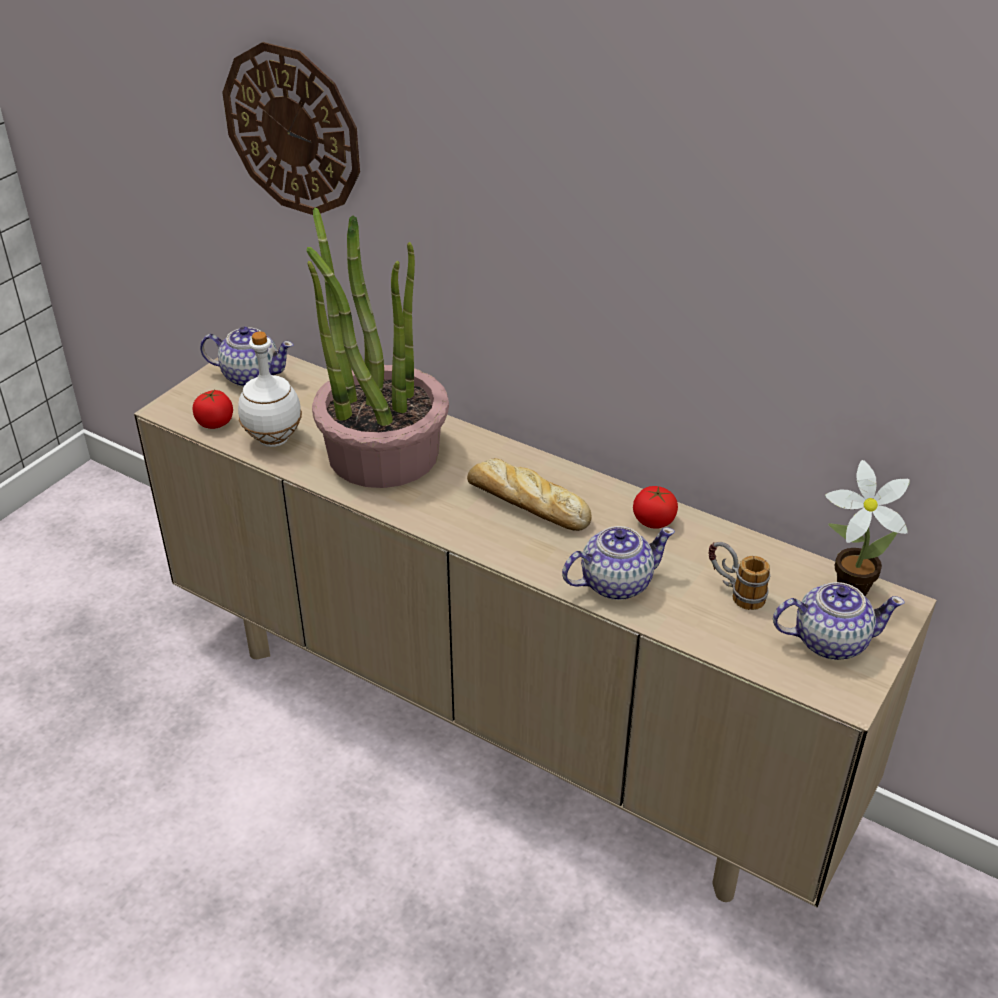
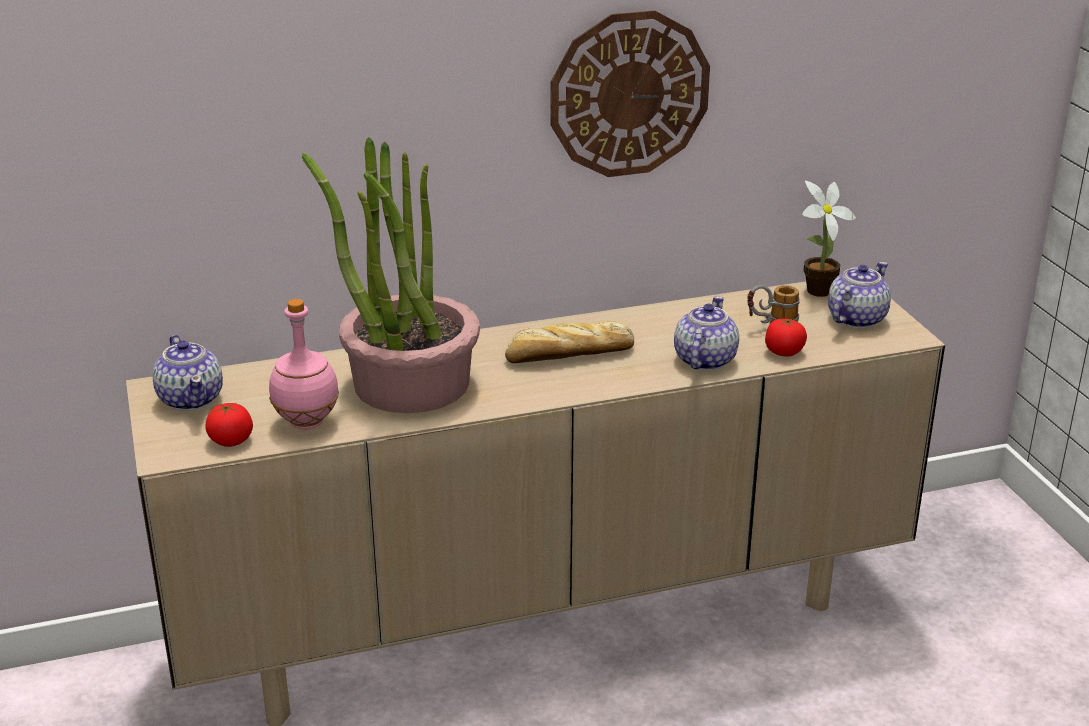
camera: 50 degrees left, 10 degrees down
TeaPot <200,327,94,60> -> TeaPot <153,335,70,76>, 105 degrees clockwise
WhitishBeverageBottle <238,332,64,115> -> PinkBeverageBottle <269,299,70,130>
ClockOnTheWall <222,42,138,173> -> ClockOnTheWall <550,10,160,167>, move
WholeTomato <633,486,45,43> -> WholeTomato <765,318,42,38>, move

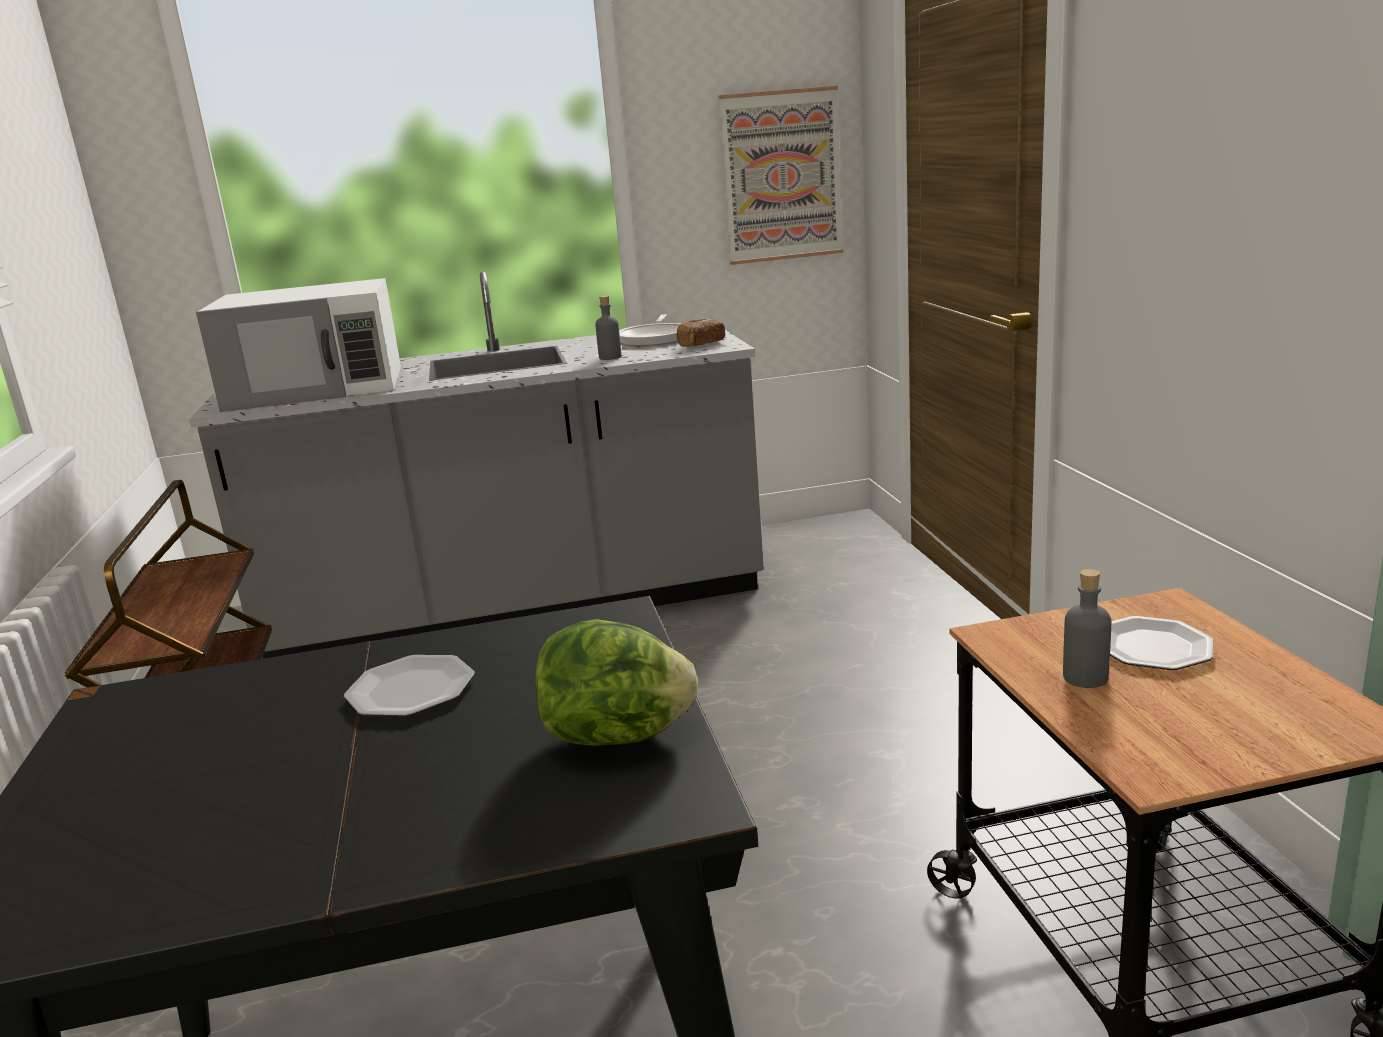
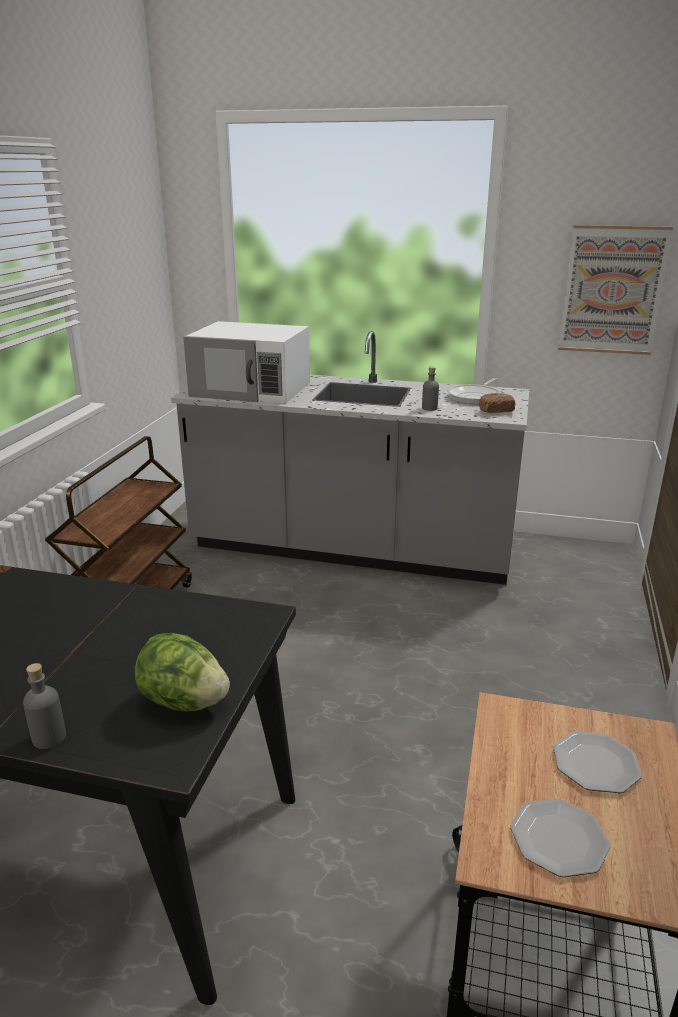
camera: 25 degrees right, 5 degrees up
GrayBeverageBottle <1063,569,48,119> -> GrayBeverageBottle <23,663,43,86>, move
DinnerPlate <344,655,131,62> -> DinnerPlate <510,798,101,79>, move

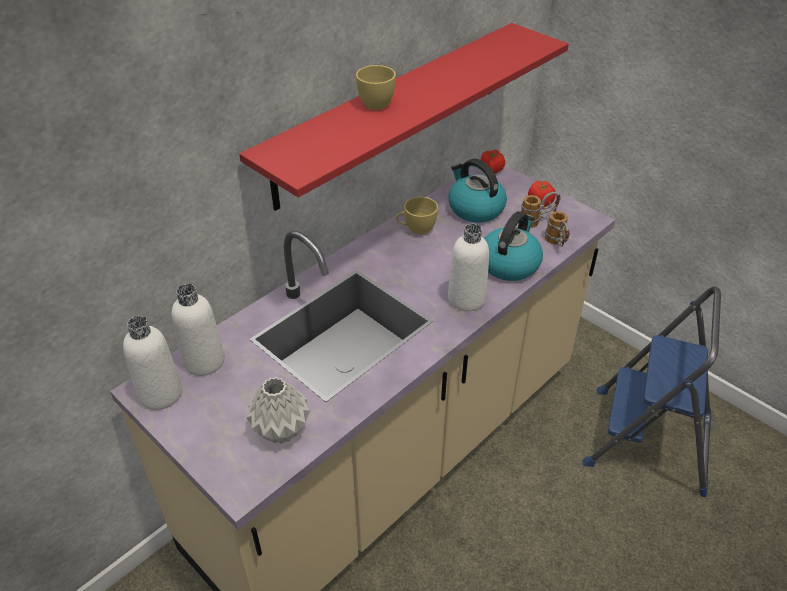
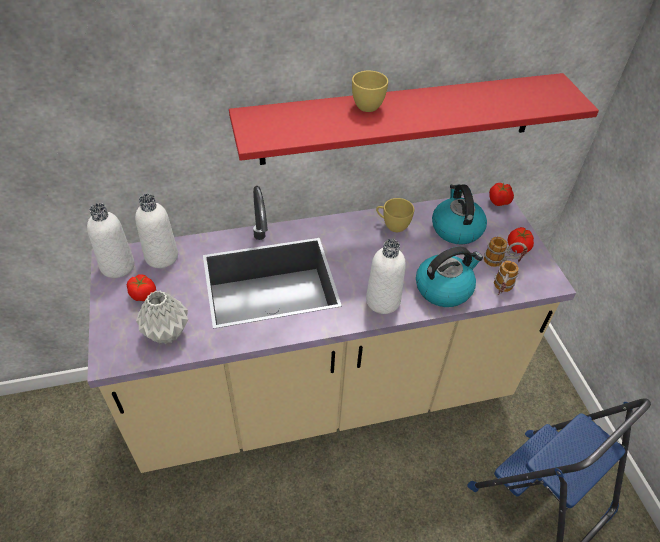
camera: 30 degrees right, 5 degrees up
none -> WholeTomato <127,274,29,27>

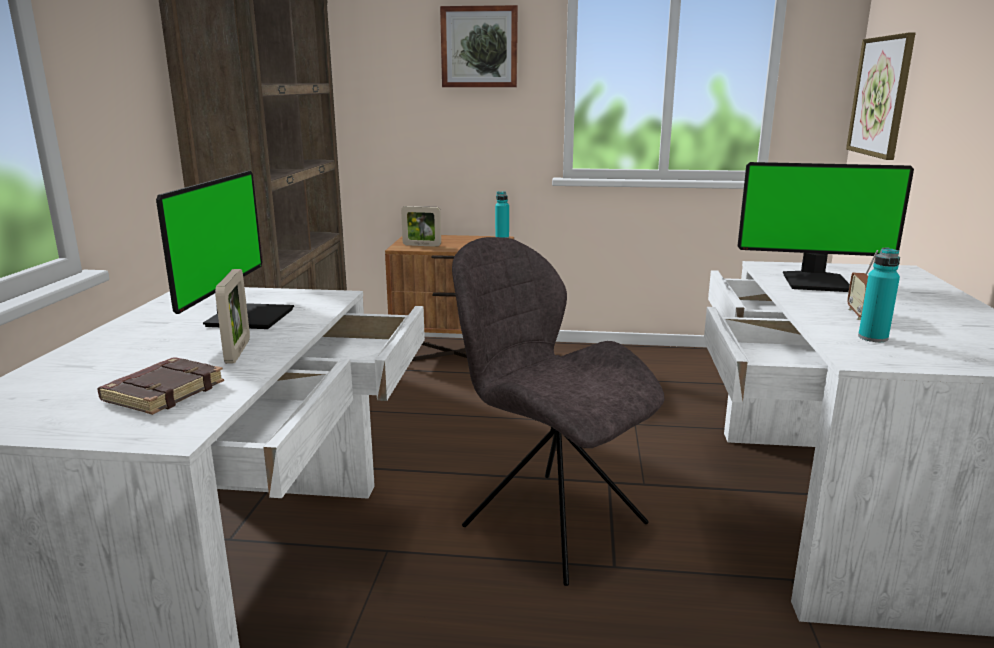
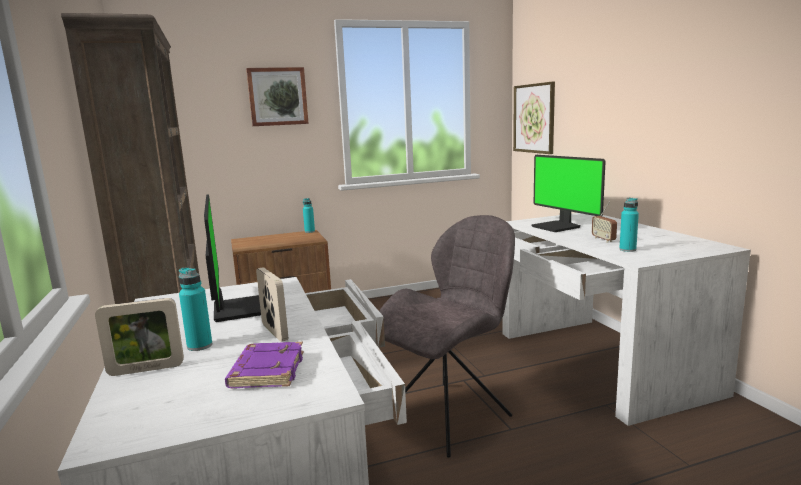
camera: 25 degrees left, 5 degrees down
StandingFrame <401,206,40,41> -> StandingFrame <95,298,89,78>, move
none -> TurquoiseBeverageBottle <179,268,33,83>
BrownColouredVolume <98,357,126,58> -> PurpleVolume <225,342,79,47>
GrayUprightChair <452,237,212,349> -> GrayUprightChair <379,215,136,243>, 120 degrees clockwise
Monitor <738,162,176,130> -> Monitor <531,155,75,77>, 75 degrees clockwise

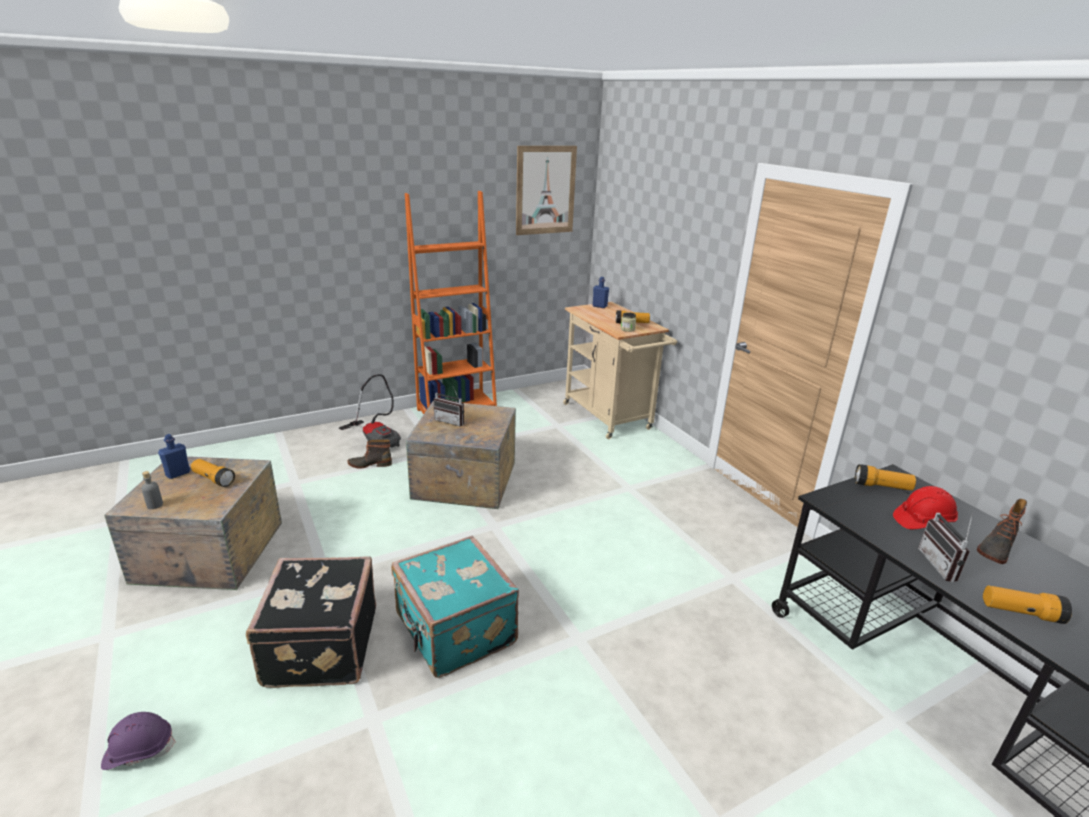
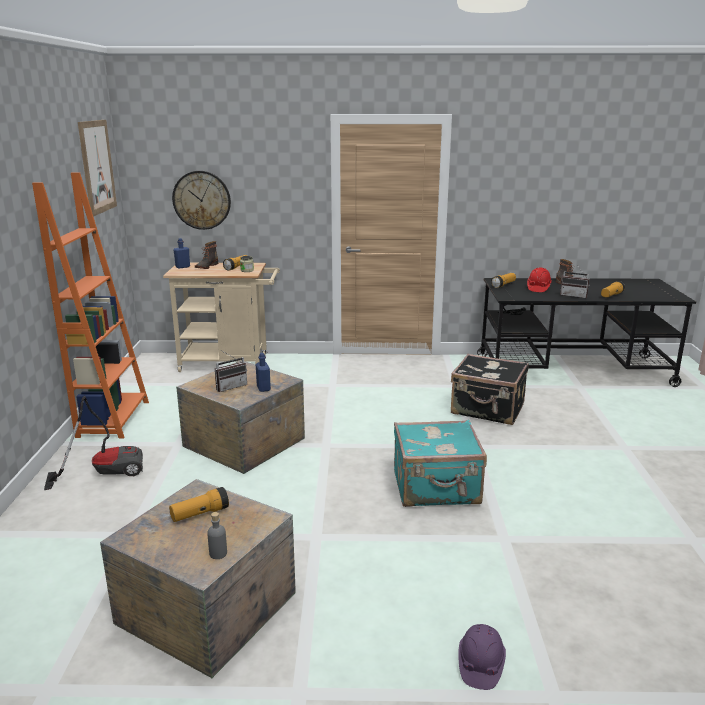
camera: 60 degrees left, 5 degrees down
none -> ClockOnTheWall <172,171,59,59>
Boot <348,439,44,30> -> Boot <195,241,23,28>, move
BluishBeverageBottle <158,434,32,45> -> BluishBeverageBottle <256,353,15,39>, move
BlackColouredTravelCase <246,557,130,131> -> BlackColouredTravelCase <451,353,78,72>, move

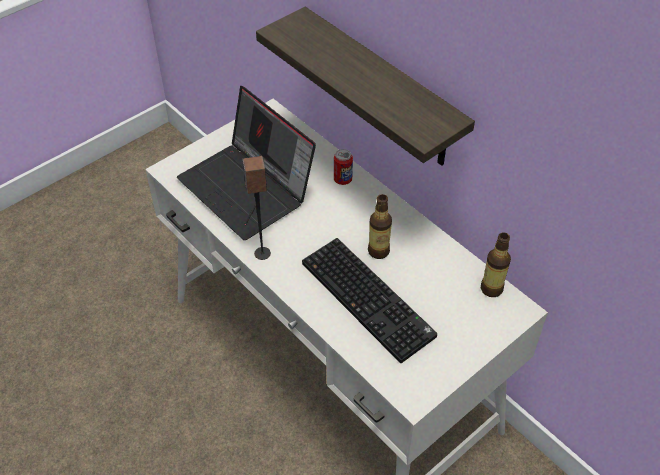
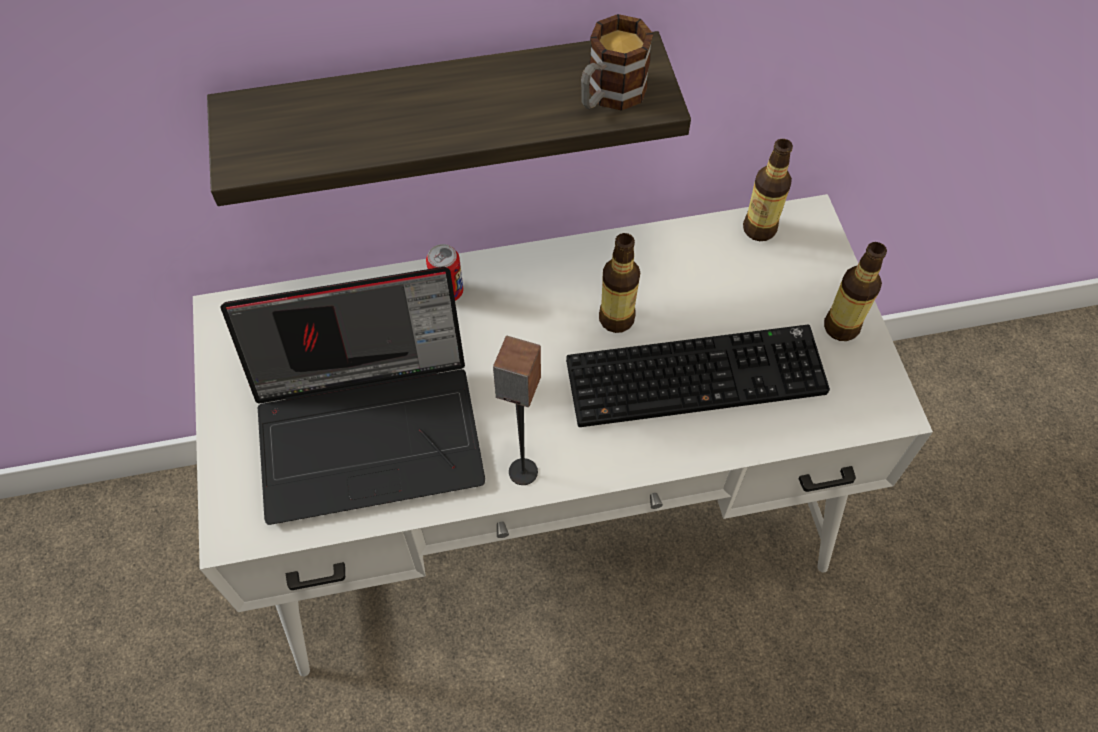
camera: 60 degrees left, 10 degrees up
none -> CoffeeMug <581,14,72,97>
none -> BeverageBottle <824,242,63,99>

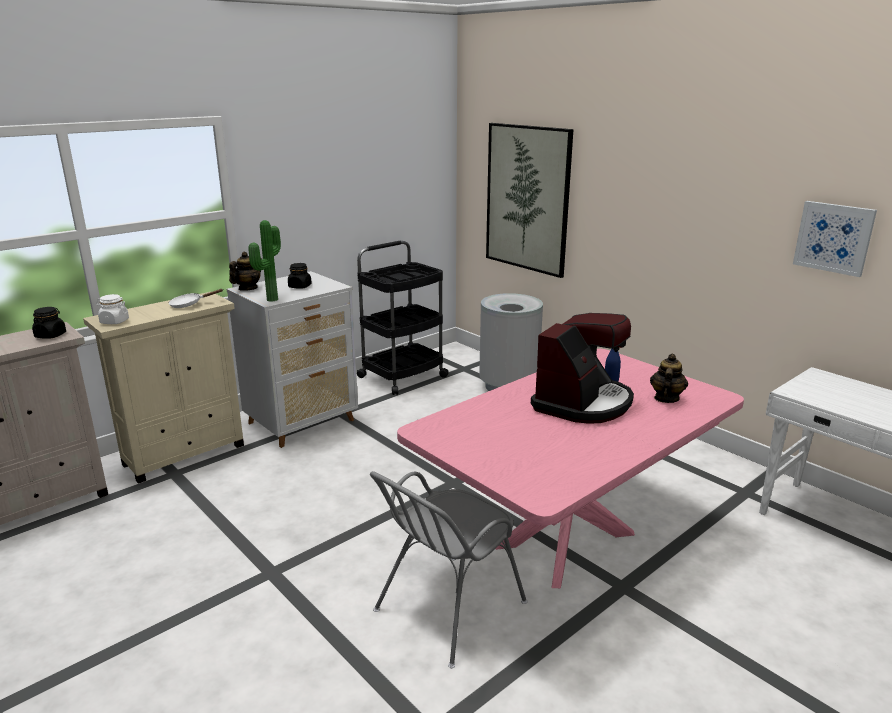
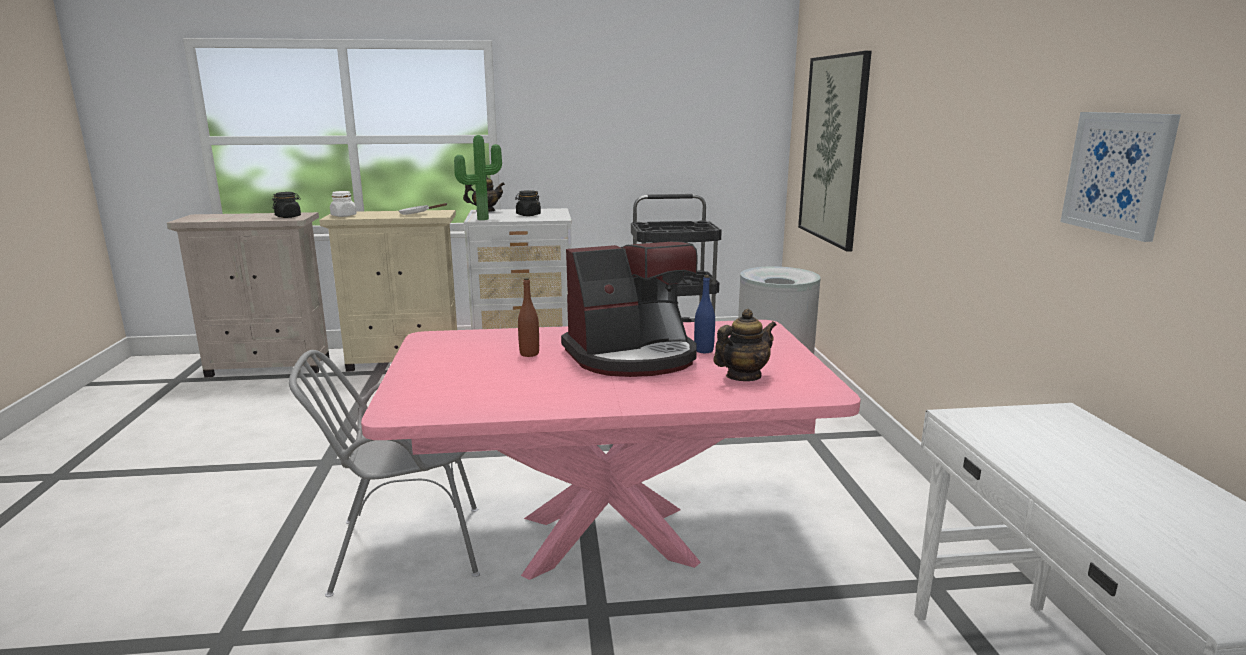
camera: 35 degrees right, 5 degrees down
none -> BrownColouredBeverageBottle <518,278,21,79>

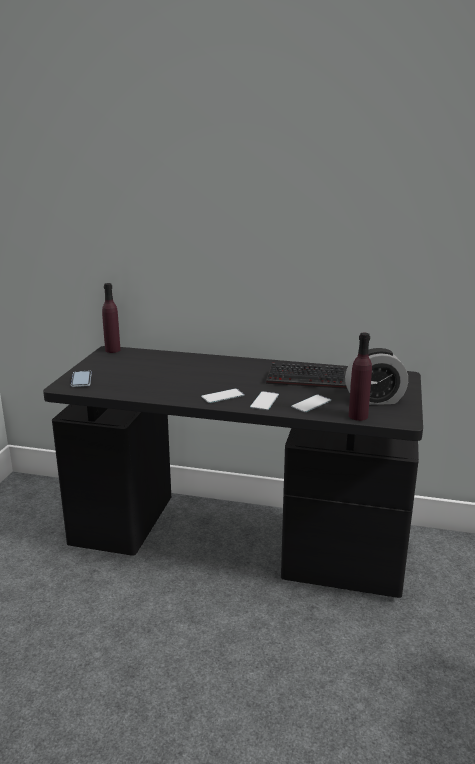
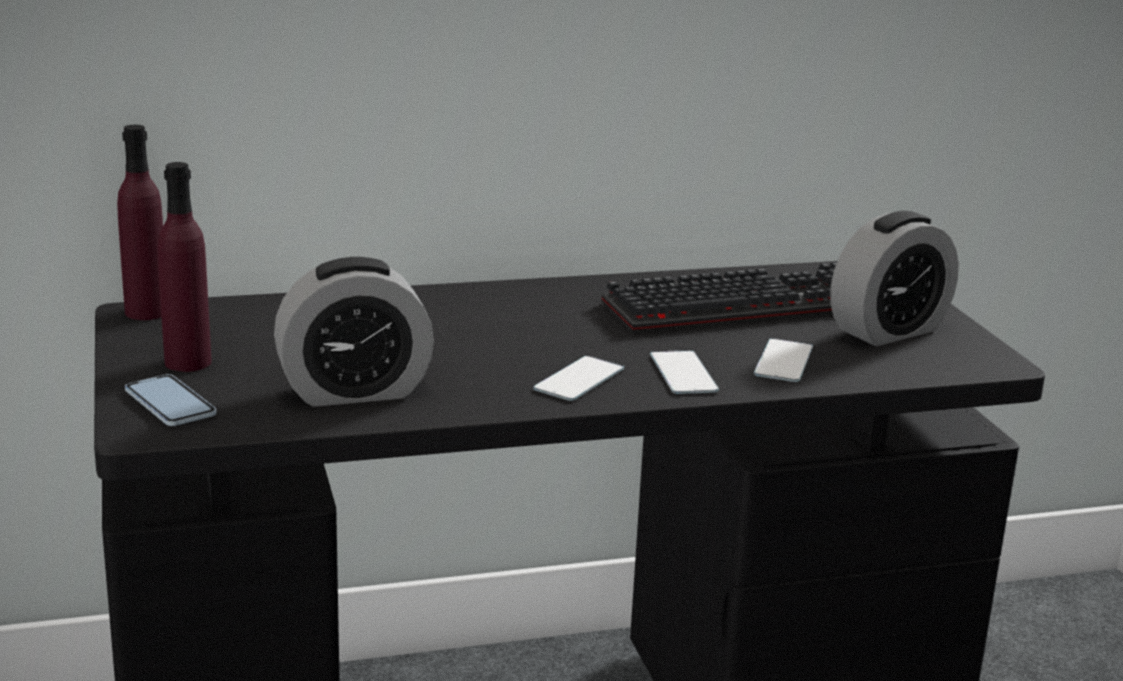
camera: 30 degrees left, 0 degrees up
PurpleBeverageBottle <349,333,23,88> -> PurpleBeverageBottle <158,162,54,210>, move
none -> TableClock <274,257,160,150>

